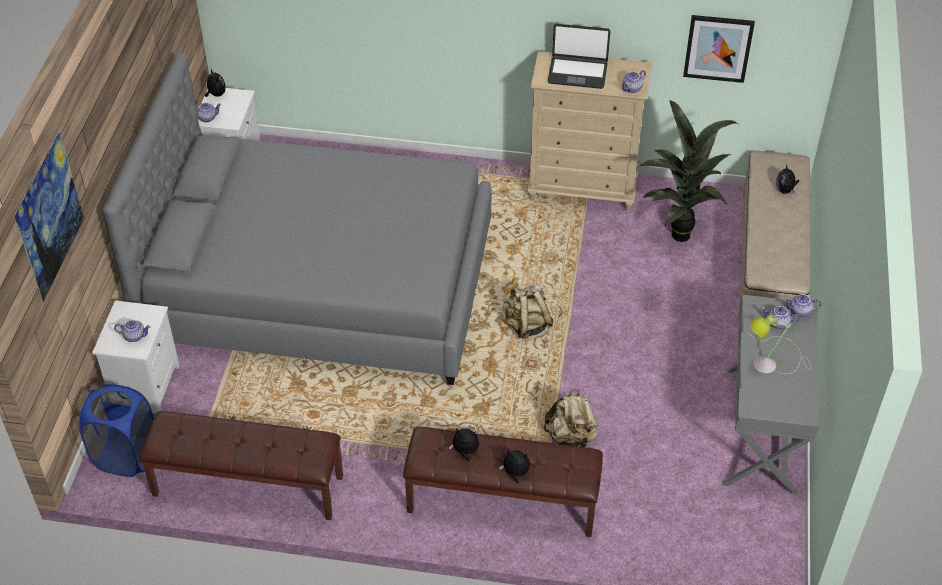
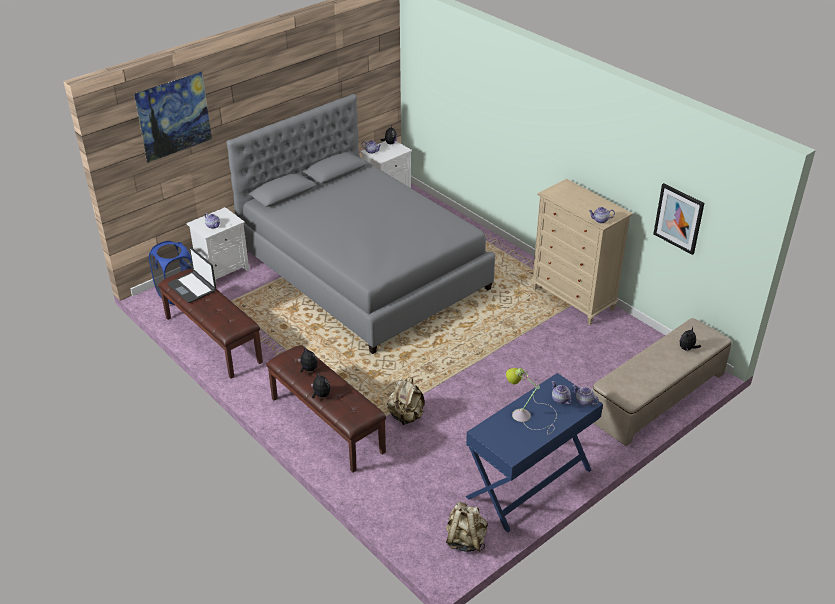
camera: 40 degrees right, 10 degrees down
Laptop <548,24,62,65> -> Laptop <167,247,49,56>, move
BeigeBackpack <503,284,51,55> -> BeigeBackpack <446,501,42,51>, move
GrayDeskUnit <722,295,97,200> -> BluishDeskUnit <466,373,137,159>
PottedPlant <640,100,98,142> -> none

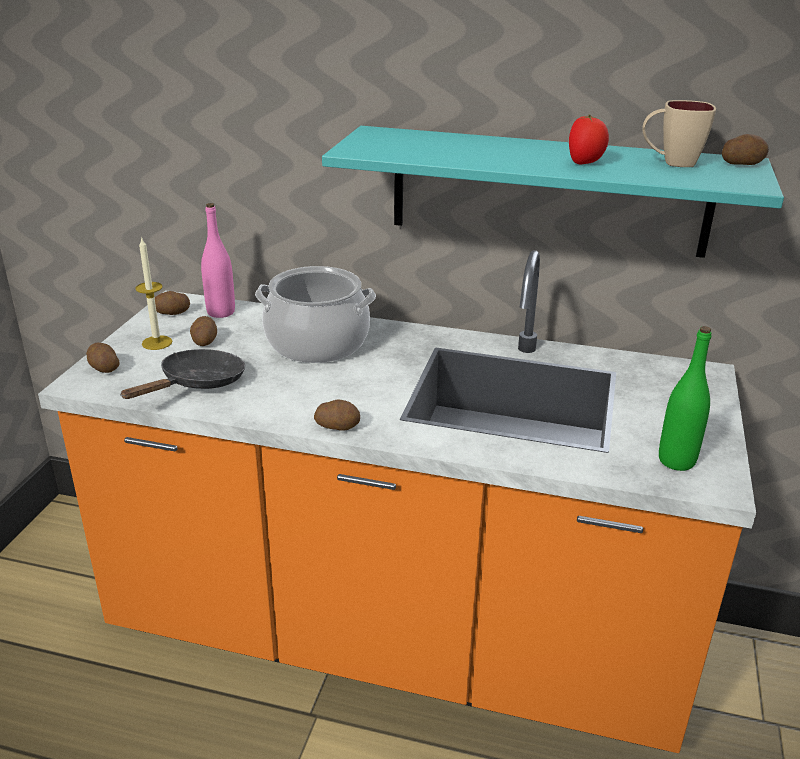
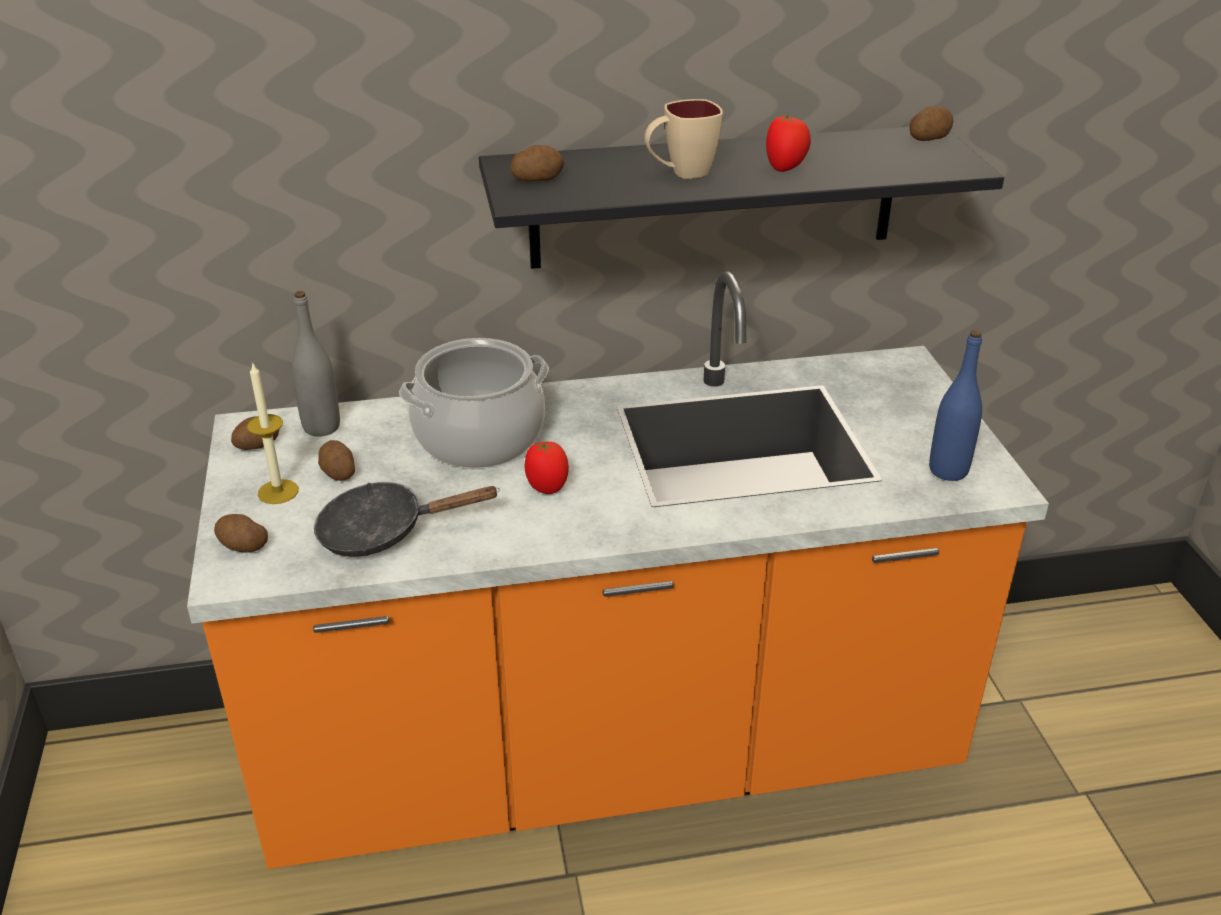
camera: 25 degrees left, 5 degrees up
PinkBeverageBottle <201,203,34,115> -> GrayBeverageBottle <292,291,48,145>
BlackColouredSkillet <120,349,125,50> -> BlackColouredSkillet <314,482,186,75>, 105 degrees counterclockwise
TurquoiseShelf <322,126,462,132> -> BlackColouredShelf <479,127,525,142>
WholePotato <314,399,46,32> -> WholePotato <511,145,54,37>, move
none -> WholeTomato <524,442,45,52>
BeigeCoffeeMug <642,100,74,67> -> BeigeCoffeeMug <645,99,78,80>, move
GreenBeverageBottle <659,326,53,145> -> BluishBeverageBottle <929,330,53,151>

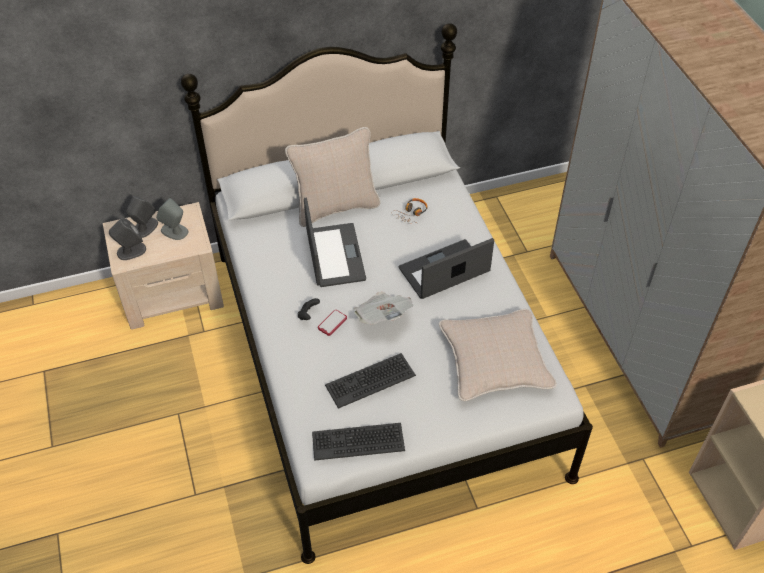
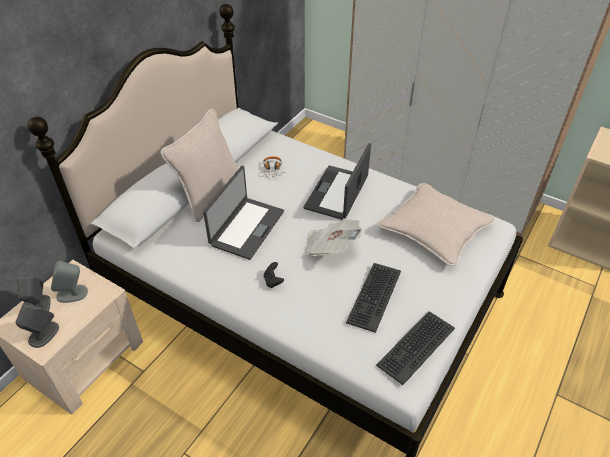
camera: 40 degrees left, 5 degrees down
Laptop <304,198,62,89> -> Laptop <203,166,81,94>, 75 degrees clockwise
Telephone <318,310,29,26> -> none

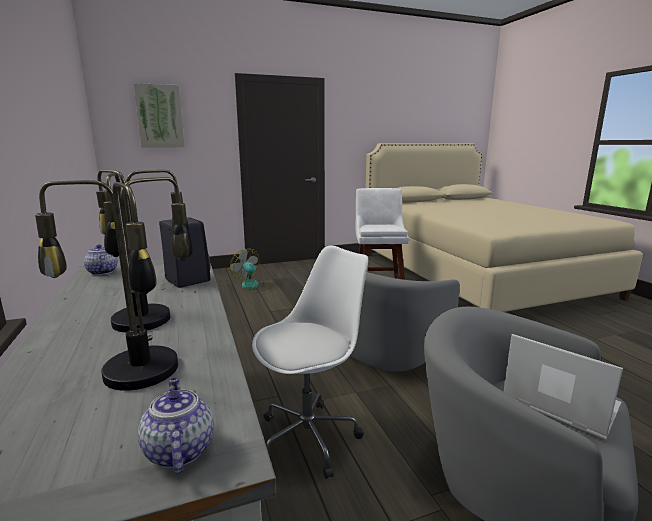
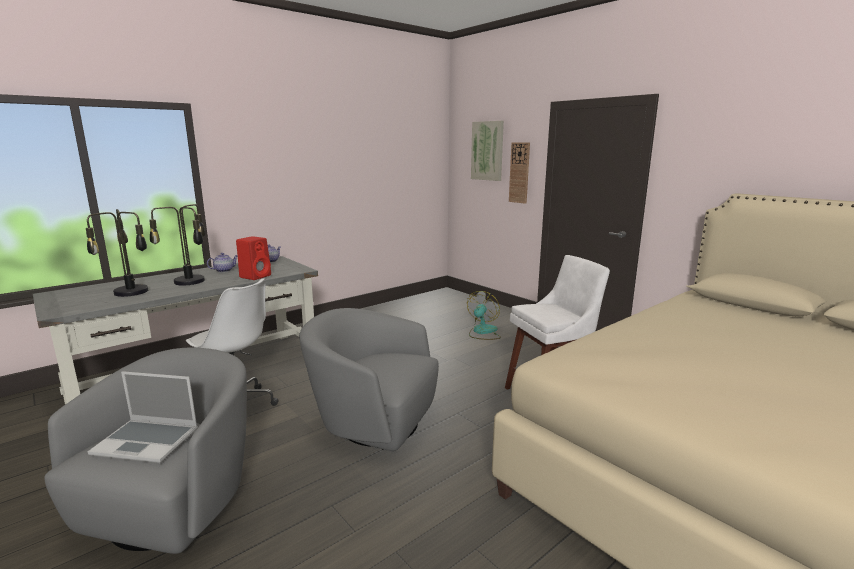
camera: 70 degrees right, 0 degrees up
Laptop <503,334,120,106> -> Laptop <88,371,110,92>, 75 degrees clockwise
TeaPot <138,378,76,95> -> TeaPot <207,253,31,19>, move
BlackColouredAudioSpeaker <159,217,51,71> -> RedColouredAudioSpeaker <236,236,35,44>
none -> ClockOnTheWall <509,142,21,62>

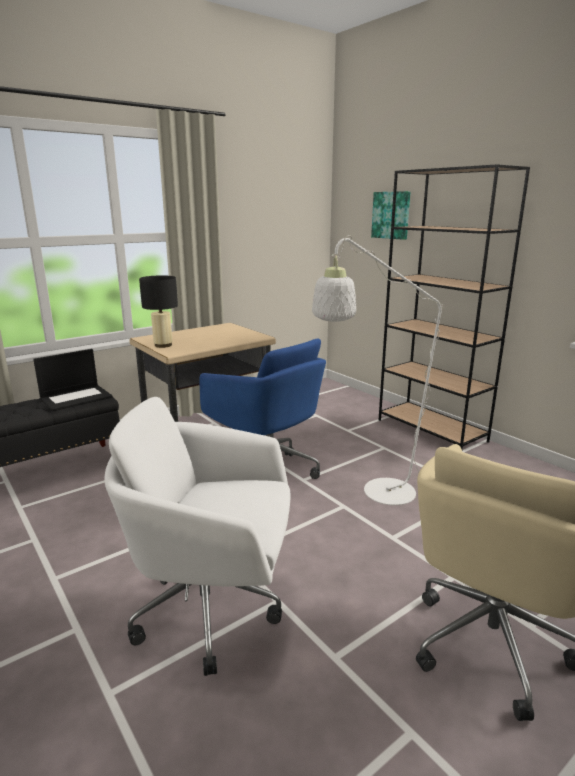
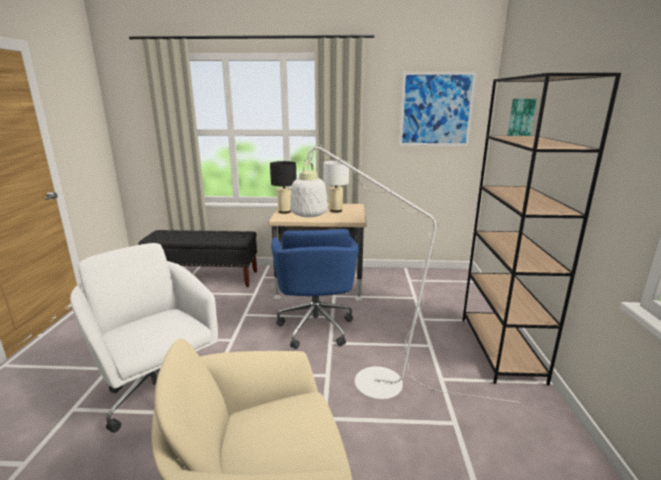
camera: 40 degrees right, 0 degrees up
none -> WhitishTableLamp <323,161,26,52>
none -> Picture <399,72,78,74>
Laptop <33,349,80,62> -> none

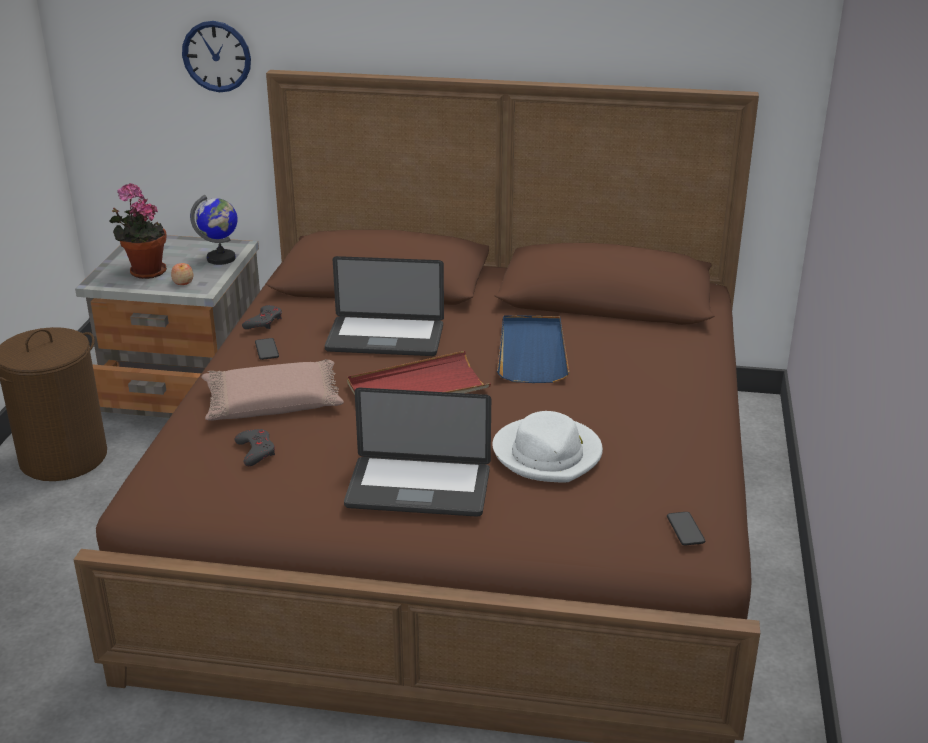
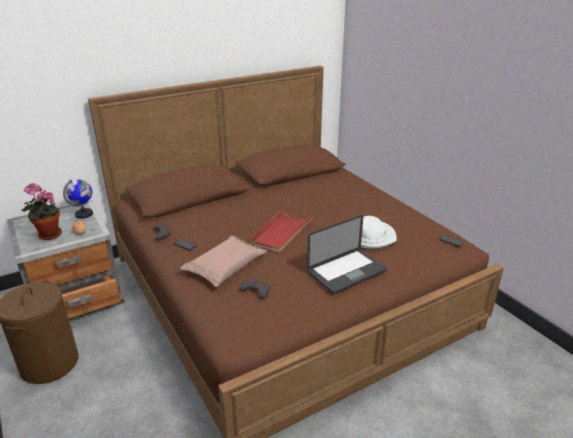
camera: 40 degrees left, 0 degrees up
ClockOnTheWall <182,21,69,71> -> none
Laptop <325,256,119,100> -> none
BluishServingTray <497,315,72,68> -> none

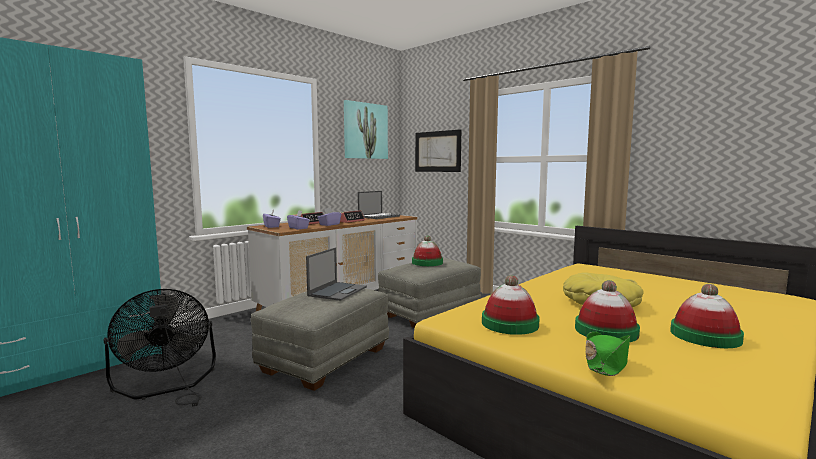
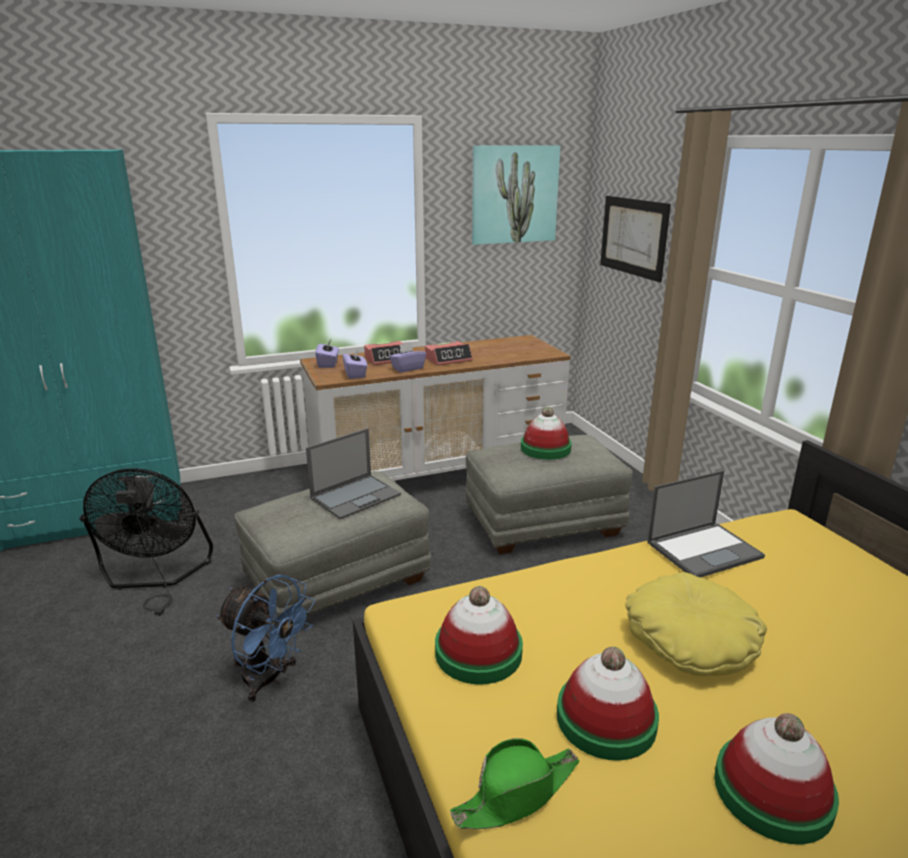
camera: 25 degrees right, 15 degrees up
none -> BluishElectricFan <216,575,99,127>
Laptop <358,191,42,28> -> Laptop <647,470,118,107>, move

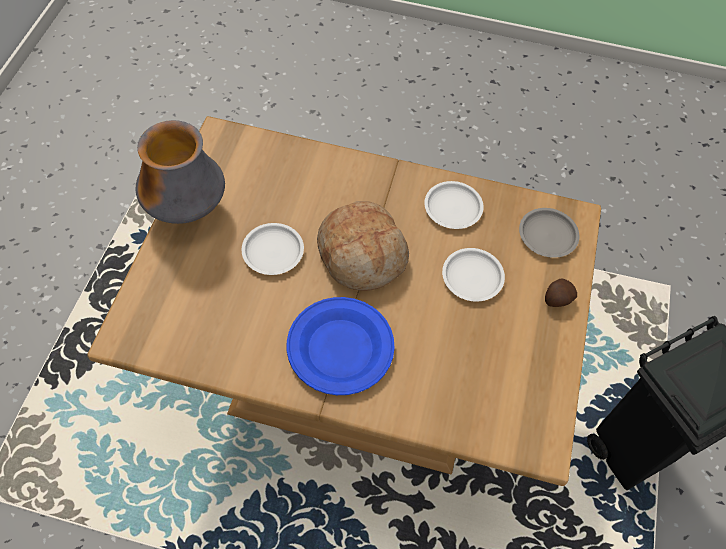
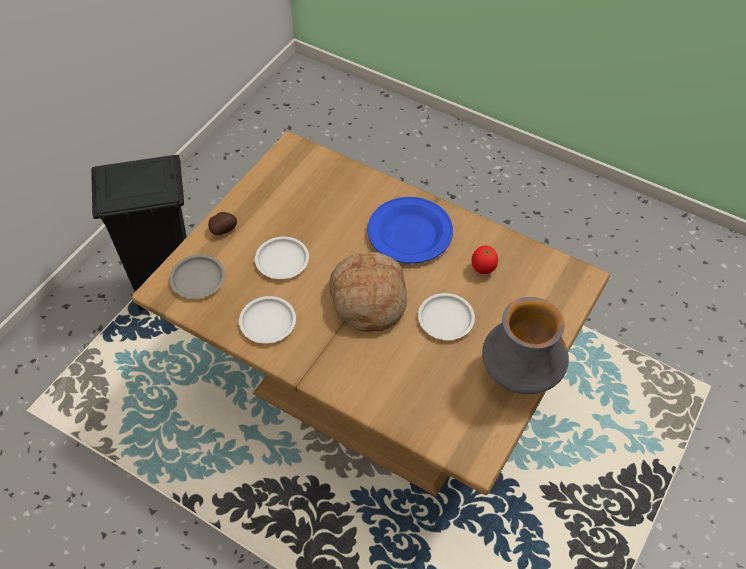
camera: 160 degrees left, 5 degrees down
none -> WholeTomato <472,246,26,28>

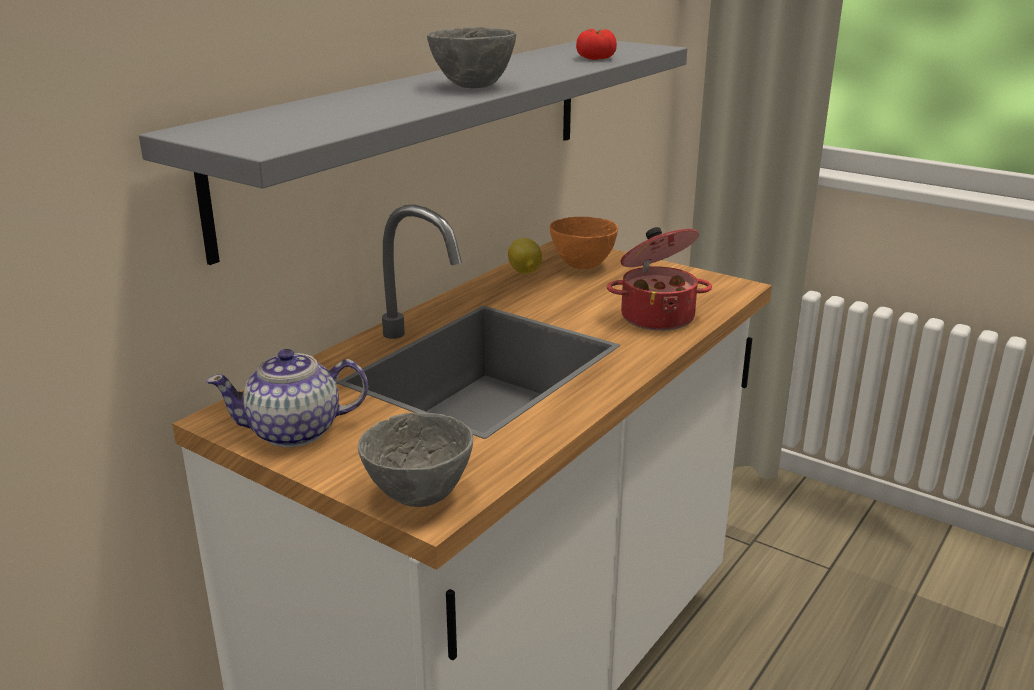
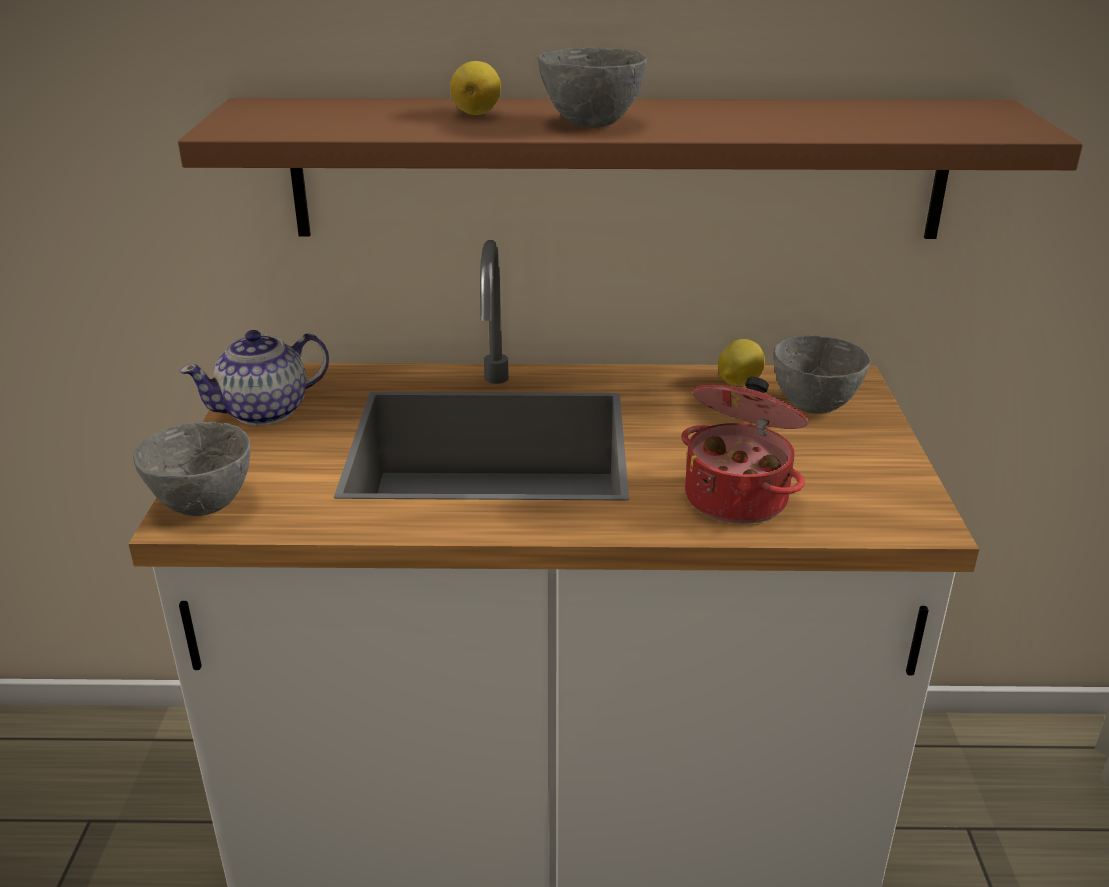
camera: 55 degrees right, 5 degrees up
GrayShelf <139,41,548,224> -> BrownColouredShelf <178,98,905,141>
TeaPot <206,349,162,98> -> TeaPot <180,330,149,96>, 75 degrees counterclockwise
none -> Lemon <450,61,51,54>
OrangeDeepDish <550,217,68,52> -> GrayDeepDish <773,335,97,79>
WholeTomato <576,29,41,31> -> none

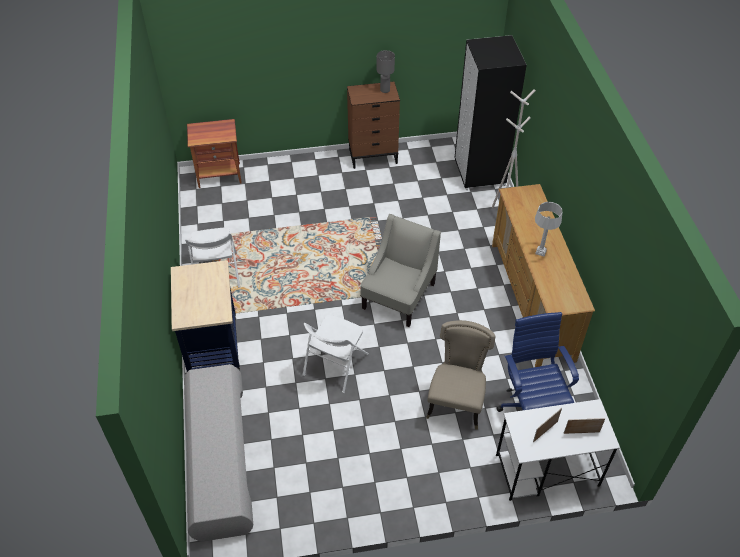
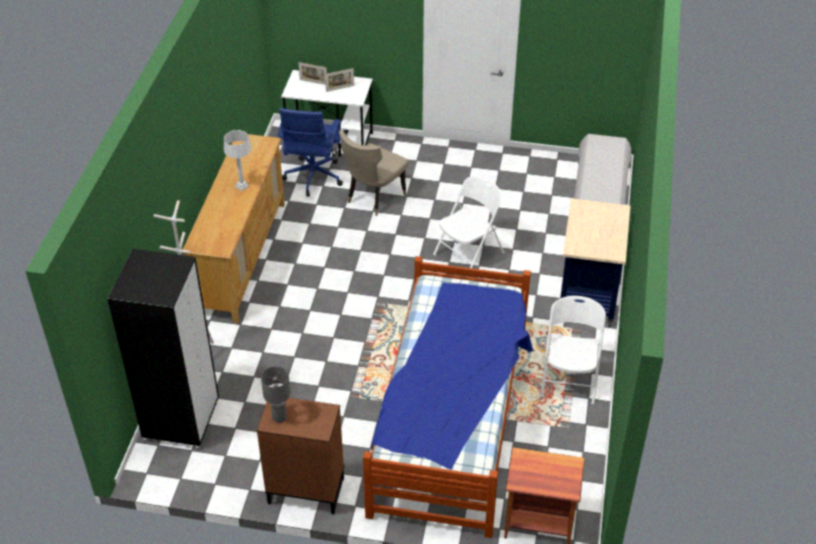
camera: 160 degrees left, 5 degrees down
none -> SleepingBed <363,256,170,282>
GrayArmchair <360,214,81,113> -> none

